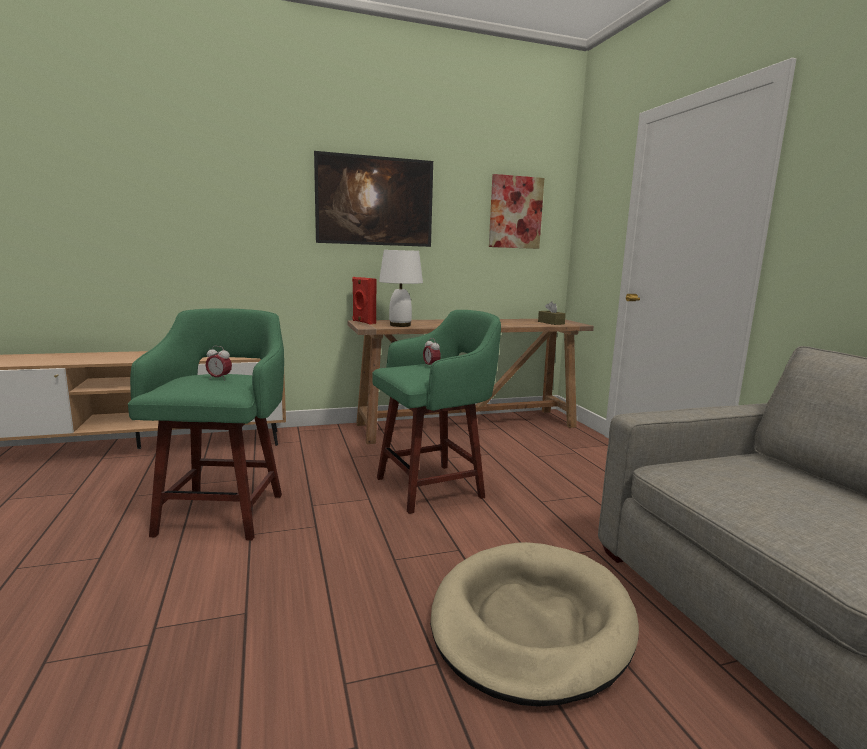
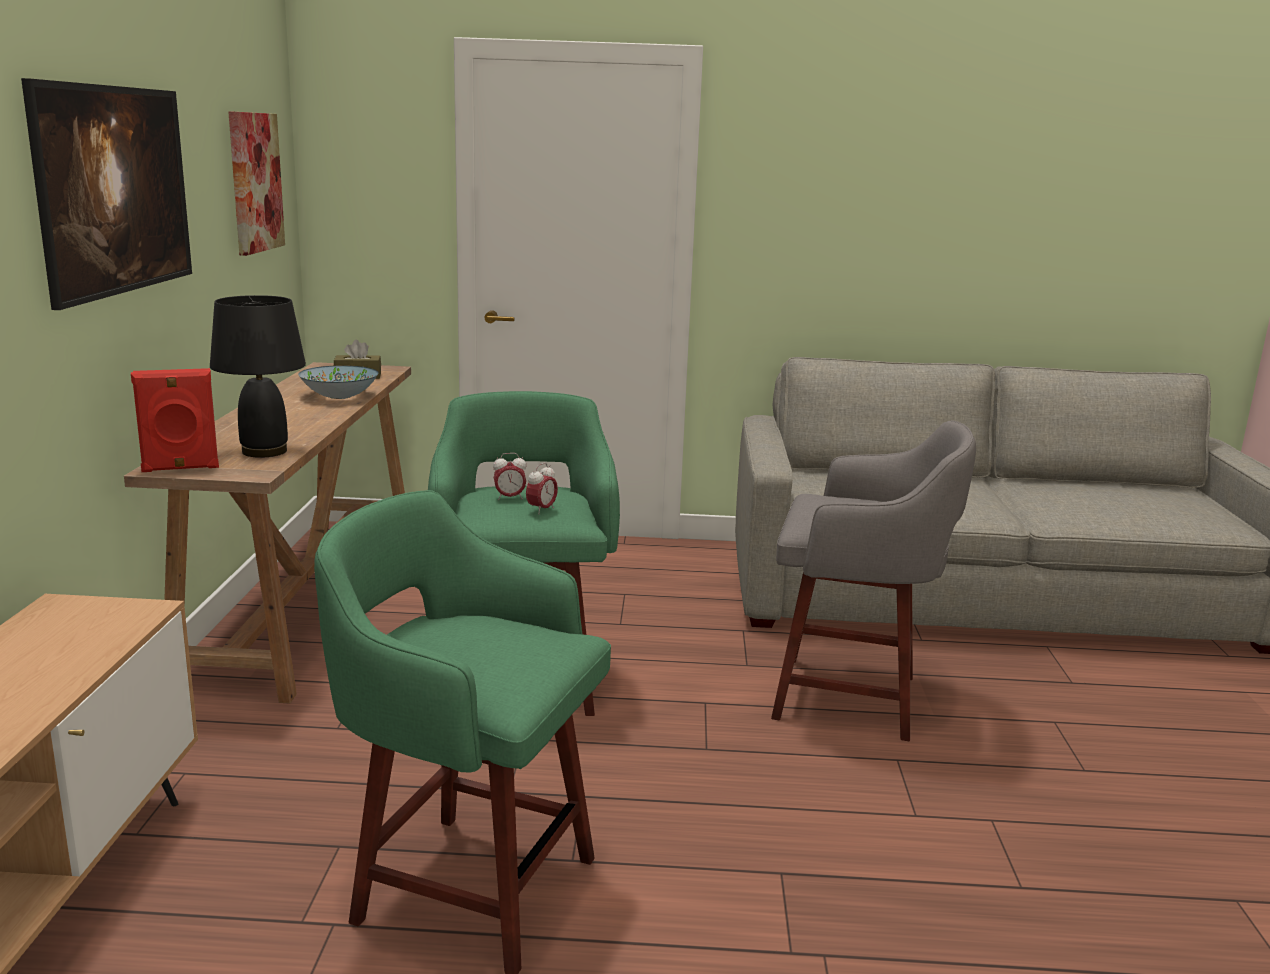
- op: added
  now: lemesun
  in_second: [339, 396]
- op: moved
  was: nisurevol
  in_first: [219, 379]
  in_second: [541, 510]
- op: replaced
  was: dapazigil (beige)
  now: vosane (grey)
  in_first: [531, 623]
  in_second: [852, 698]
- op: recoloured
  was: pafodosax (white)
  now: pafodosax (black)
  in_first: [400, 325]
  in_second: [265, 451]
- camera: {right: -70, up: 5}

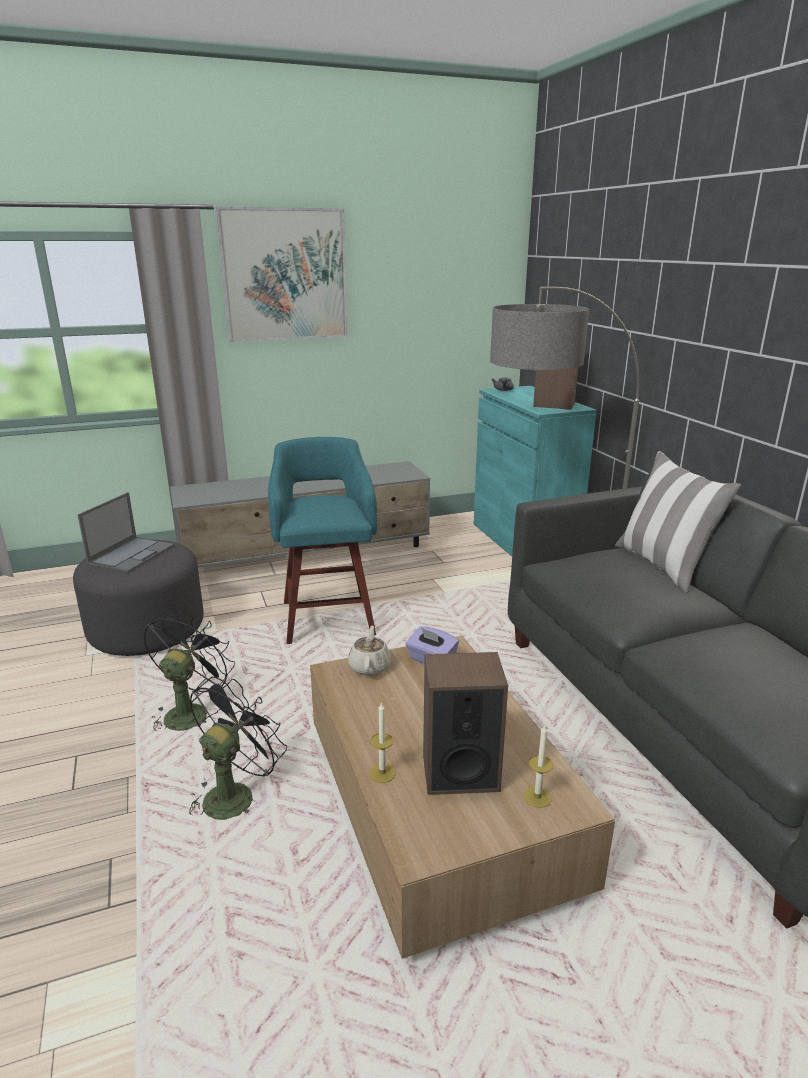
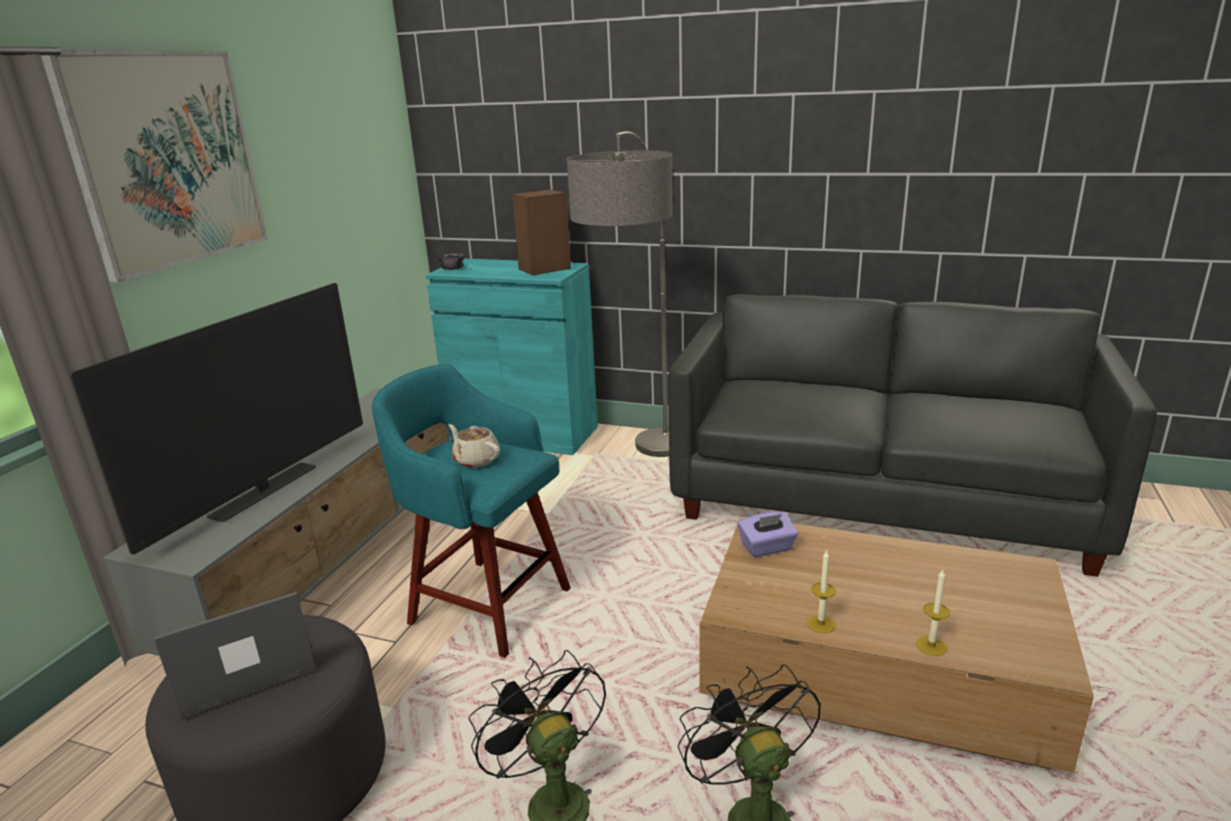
- op: removed
  was: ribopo
  in_first: [460, 772]
- op: removed
  was: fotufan
  in_first: [663, 566]
- op: added
  now: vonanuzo
  in_second: [264, 491]
- op: moved
  was: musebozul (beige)
  in_first: [370, 666]
  in_second: [476, 460]
- op: moved
  was: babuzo
  in_first: [537, 797]
  in_second: [820, 624]
- op: turned
  was: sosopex
  in_first: [132, 554]
  in_second: [244, 669]
  clockwise: -90
- camera: {right: -50, up: 0}

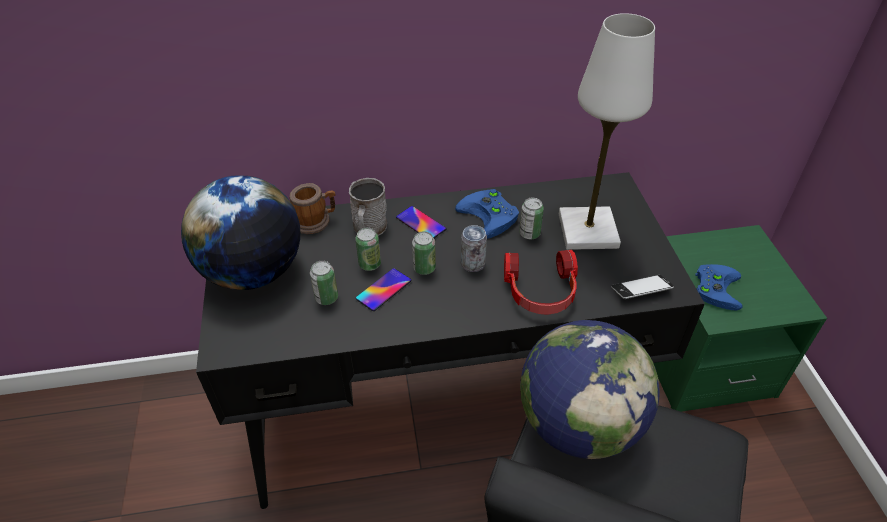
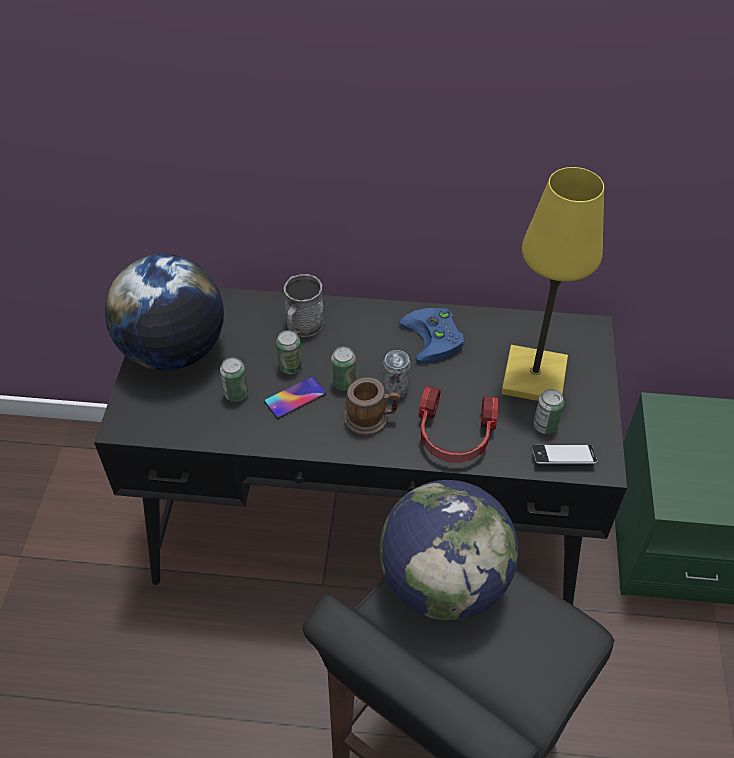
- op: removed
  was: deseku
  in_first: [421, 223]
- op: removed
  was: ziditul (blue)
  in_first: [715, 287]
- op: moved
  was: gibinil
  in_first: [315, 221]
  in_second: [371, 418]
- op: moved
  was: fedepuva
  in_first: [529, 233]
  in_second: [545, 425]
- op: recoloured
  was: pafodosax (white)
  now: pafodosax (yellow)
  in_first: [587, 230]
  in_second: [534, 377]
- camera: {right: 15, up: 5}

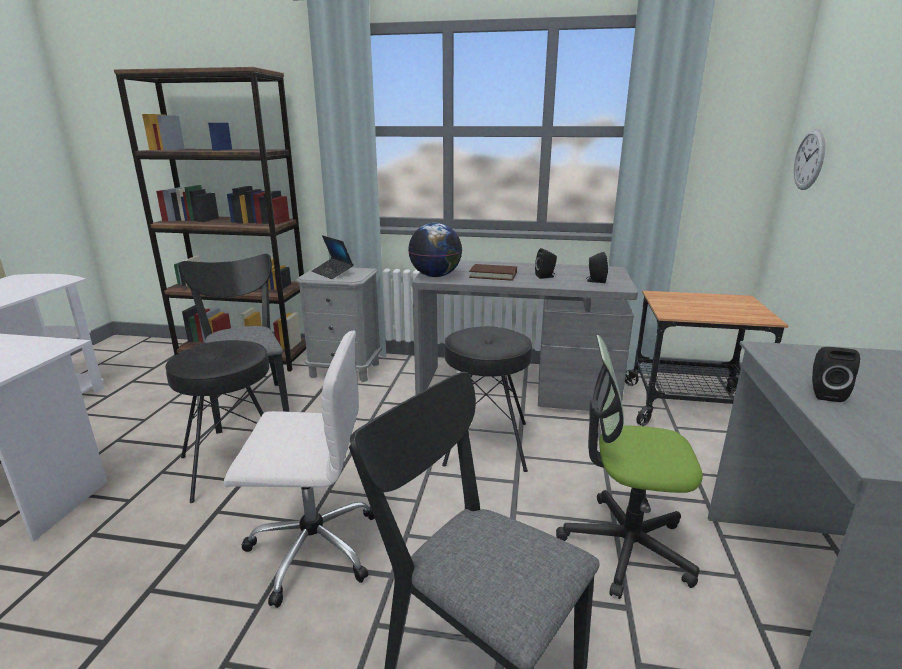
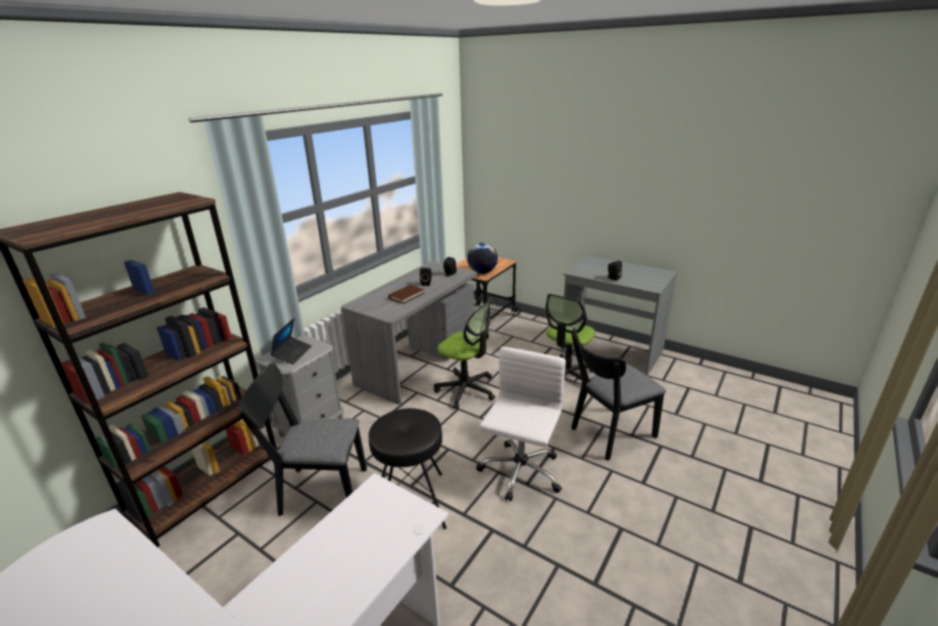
- op: removed
  was: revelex
  in_first: [809, 160]
- op: moved
  was: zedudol
  in_first: [435, 276]
  in_second: [482, 272]
- op: replaced
  was: vosane (black)
  now: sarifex
  in_first: [485, 443]
  in_second: [466, 390]
- op: turned
  was: sosopex
  in_first: [332, 273]
  in_second: [292, 353]
  clockwise: -60
- camera: {right: -65, up: 5}

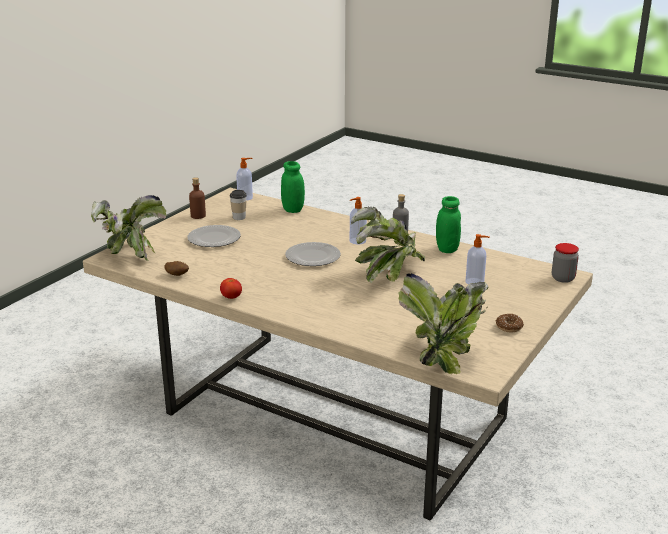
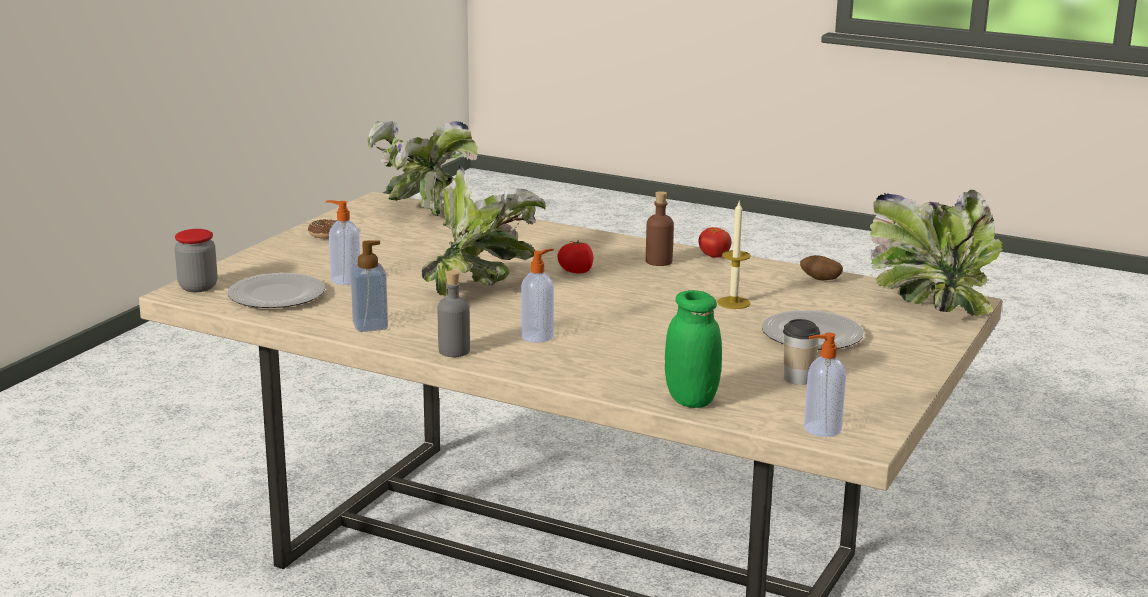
- op: added
  now: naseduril
  in_second: [576, 271]
- op: added
  now: babuzo
  in_second: [733, 303]
- op: moved
  was: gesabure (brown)
  in_first: [198, 216]
  in_second: [658, 261]
- op: moved
  was: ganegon
  in_first: [312, 256]
  in_second: [277, 296]
- op: replaced
  was: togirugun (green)
  now: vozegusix
  in_first: [447, 249]
  in_second: [370, 326]
- camera: {right: 175, up: -5}

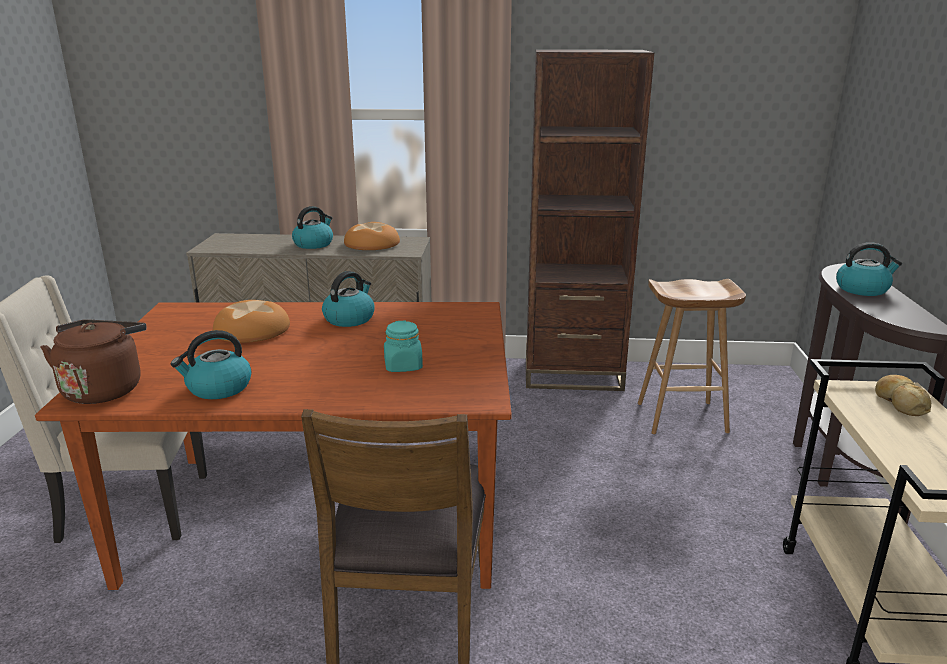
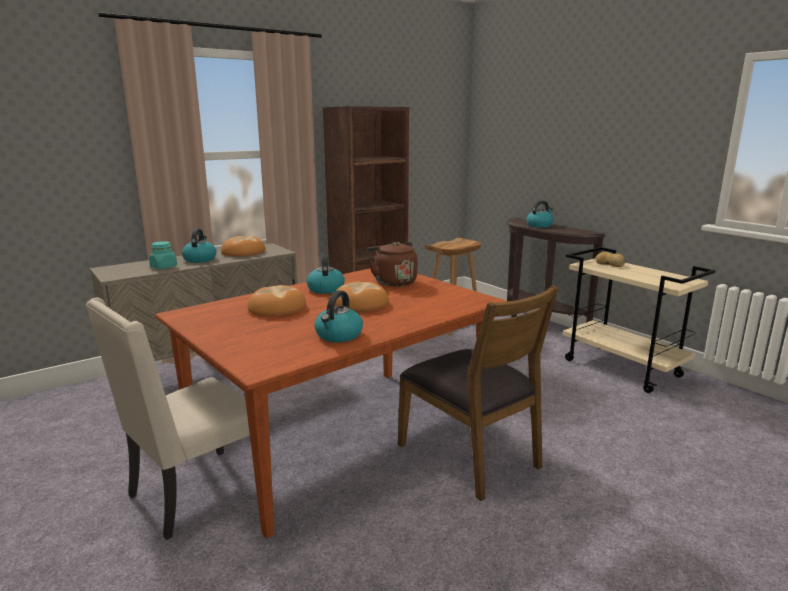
- op: added
  now: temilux
  in_second: [360, 303]
- op: moved
  was: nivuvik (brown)
  in_first: [104, 389]
  in_second: [393, 282]
- op: moved
  was: togirugun (turquoise)
  in_first: [403, 366]
  in_second: [164, 267]
- camera: {right: -40, up: -5}

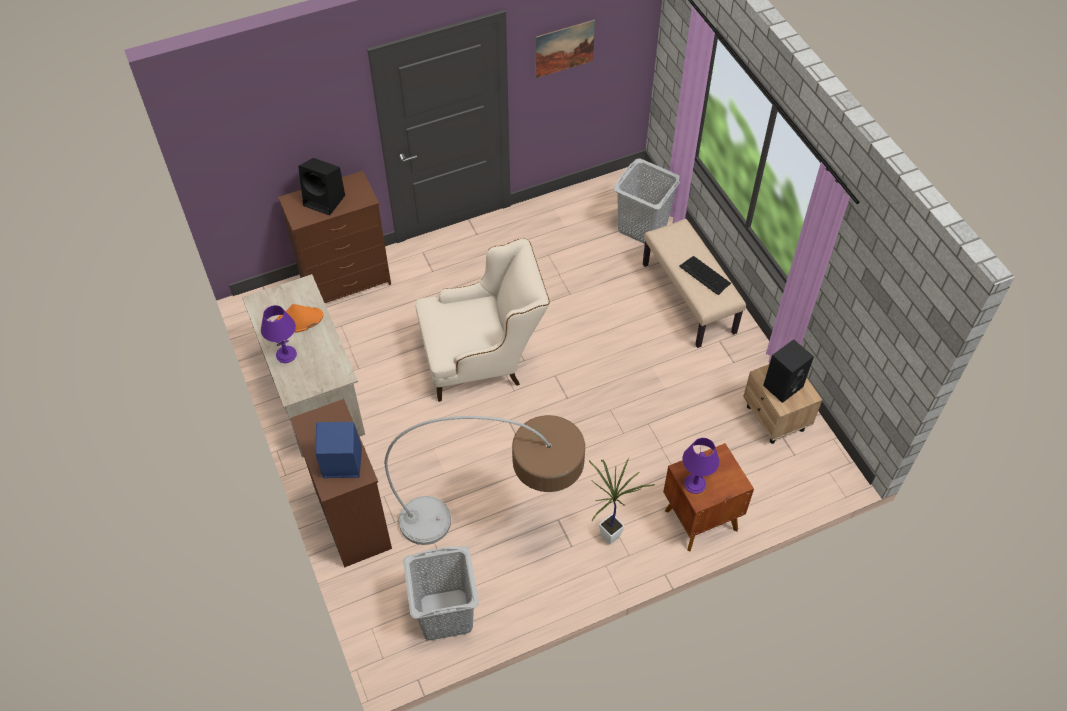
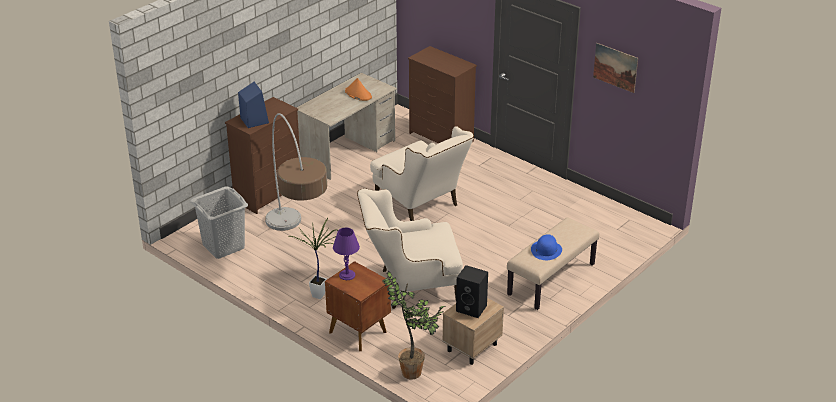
- op: removed
  was: pafodosax (purple)
  in_first: [286, 355]
- op: removed
  was: ribopo (black)
  in_first: [325, 200]
- op: removed
  was: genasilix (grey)
  in_first: [642, 227]
- op: added
  now: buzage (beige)
  in_second: [410, 286]
- op: added
  now: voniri
  in_second: [414, 373]
- op: replaced
  was: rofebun
  now: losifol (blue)
  in_first: [704, 275]
  in_second: [546, 250]
- camera: {right: 65, up: -20}

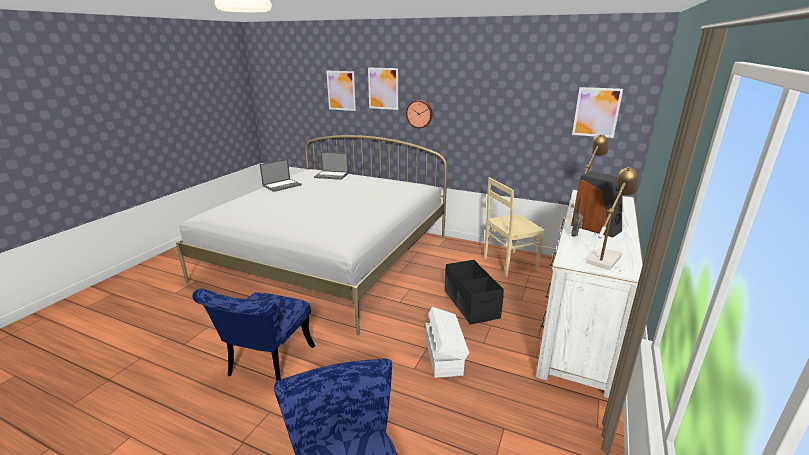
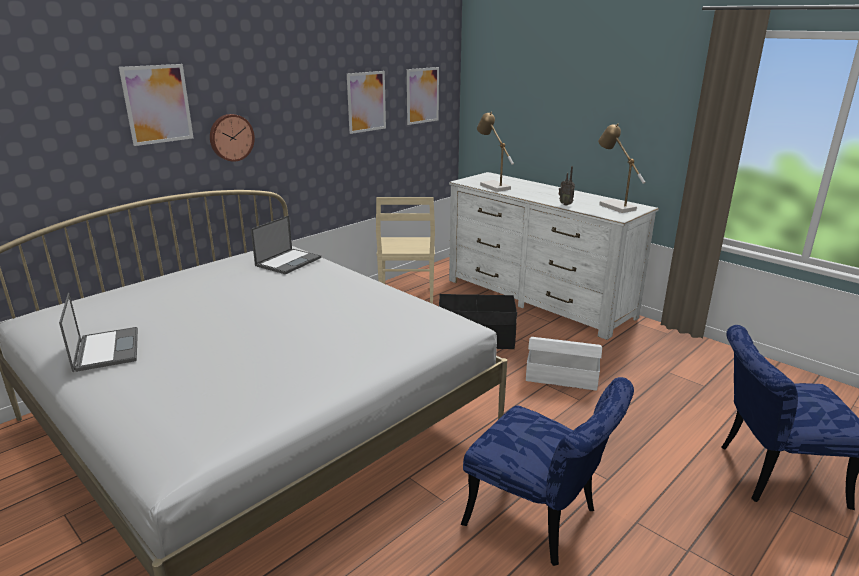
- op: removed
  was: ribopo
  in_first: [596, 227]
- op: moved
  was: sosopex
  in_first: [332, 175]
  in_second: [288, 261]
- op: moved
  was: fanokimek
  in_first: [341, 90]
  in_second: [366, 102]
- camera: {right: -70, up: 0}

